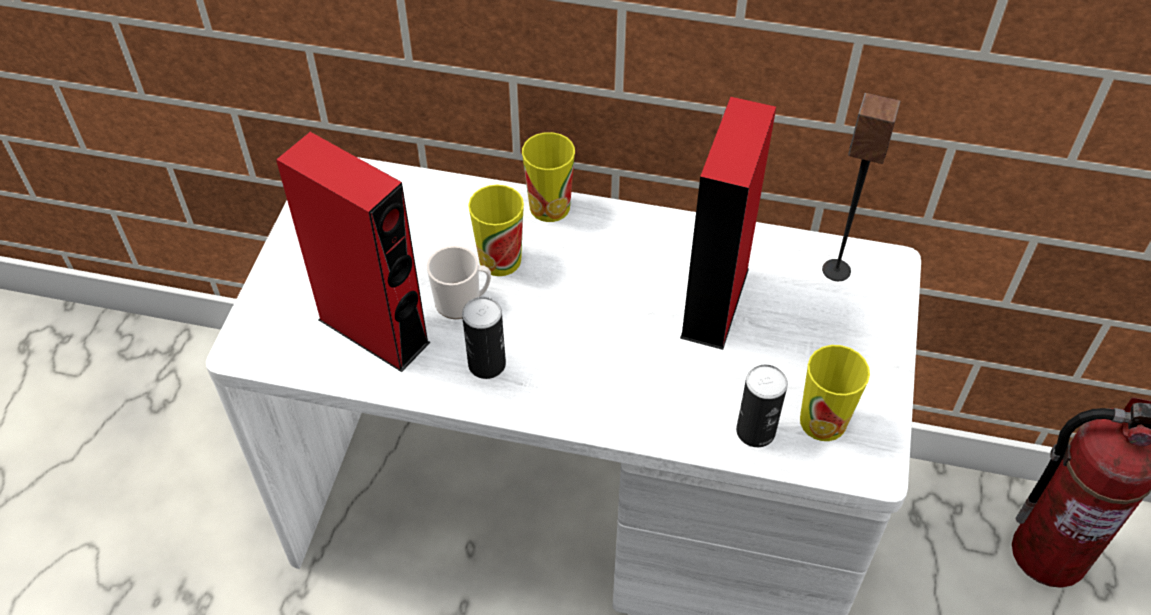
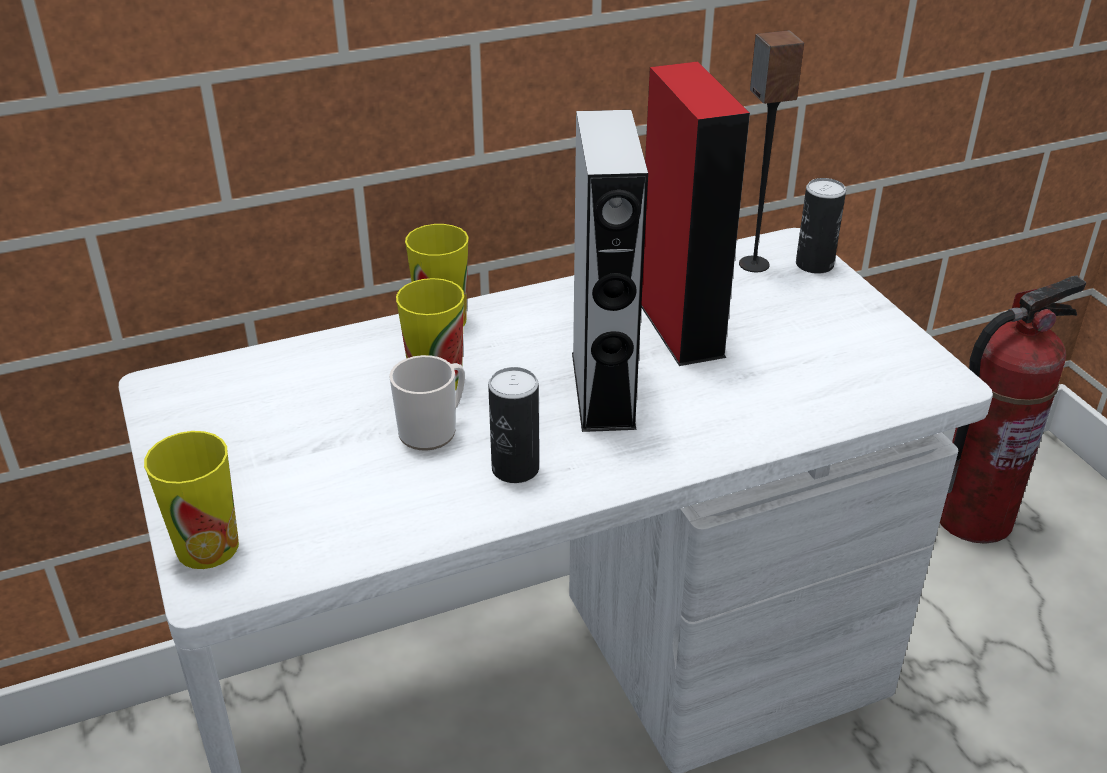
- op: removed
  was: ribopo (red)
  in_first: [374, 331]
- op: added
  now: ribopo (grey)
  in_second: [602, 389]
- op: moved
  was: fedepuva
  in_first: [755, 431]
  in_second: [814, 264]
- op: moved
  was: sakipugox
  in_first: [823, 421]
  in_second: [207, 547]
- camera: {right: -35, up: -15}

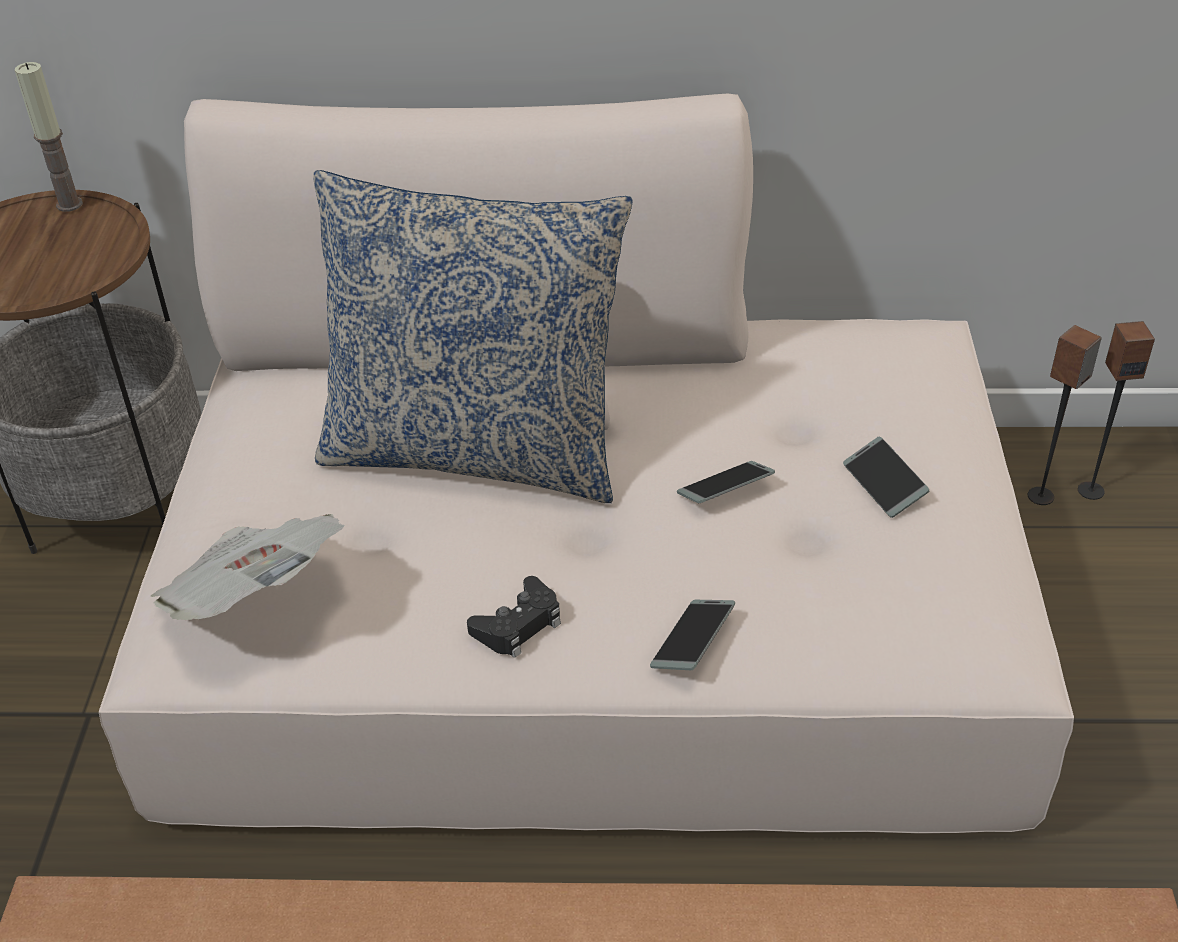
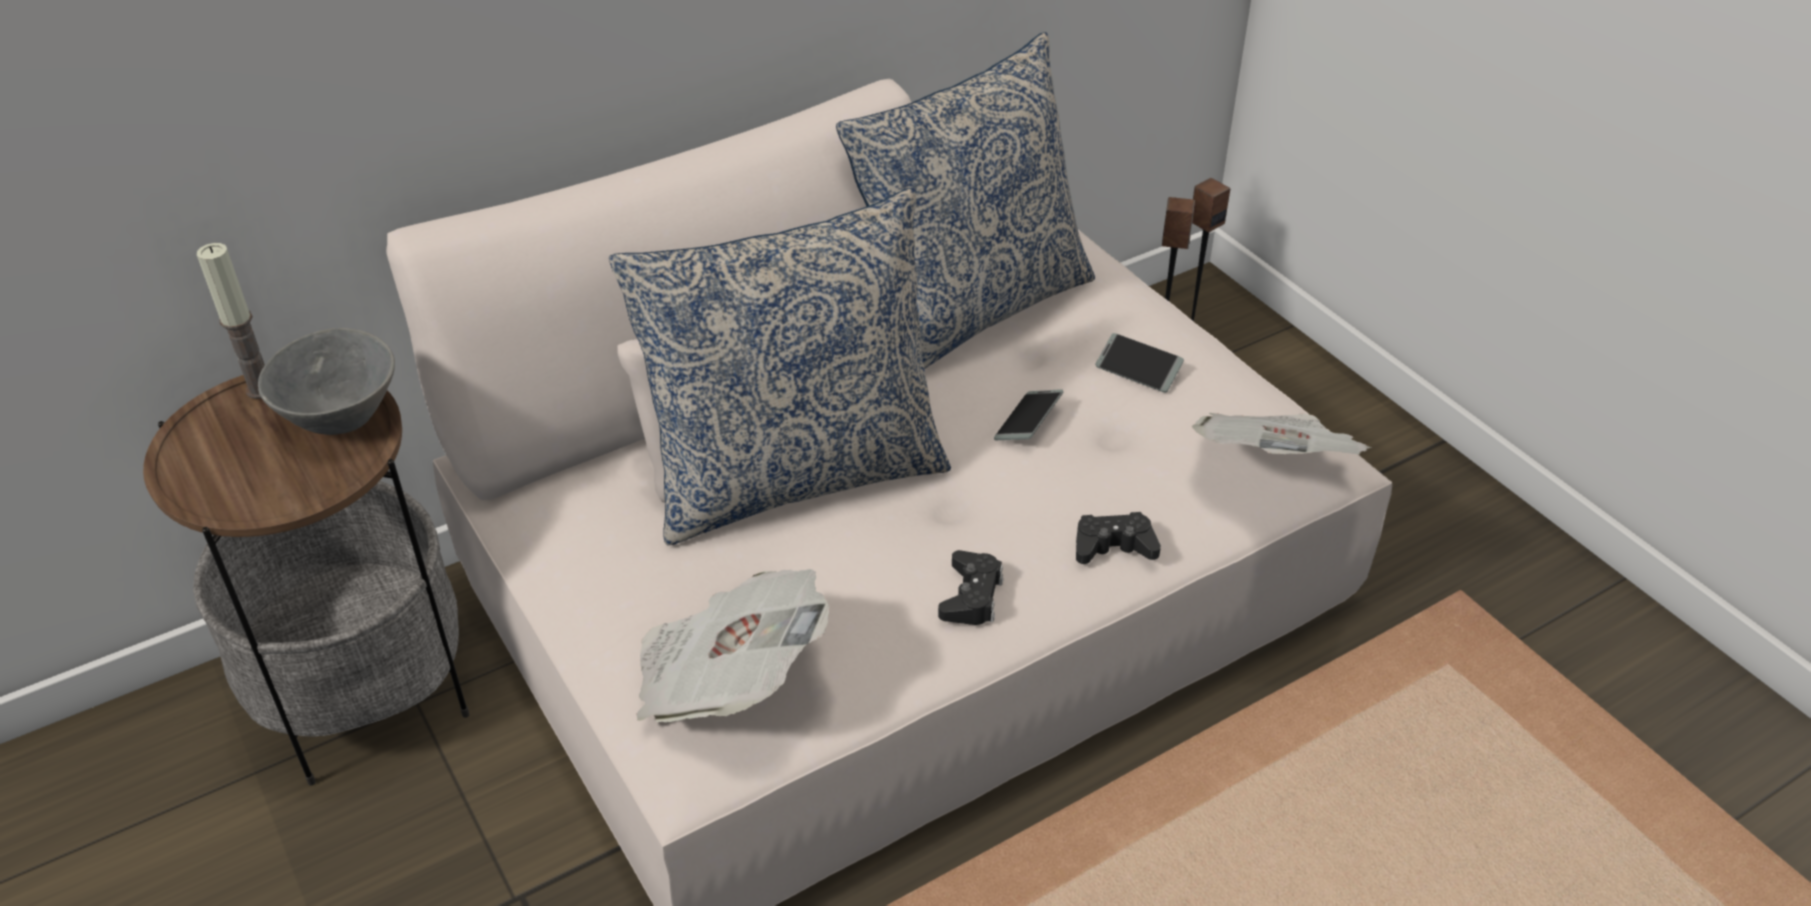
- op: added
  now: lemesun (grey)
  in_second: [337, 417]
- op: added
  now: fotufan
  in_second: [970, 309]
- op: added
  now: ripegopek
  in_second: [1273, 468]
- op: replaced
  was: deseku
  now: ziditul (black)
  in_first: [692, 642]
  in_second: [1113, 546]
- camera: {right: -35, up: 0}

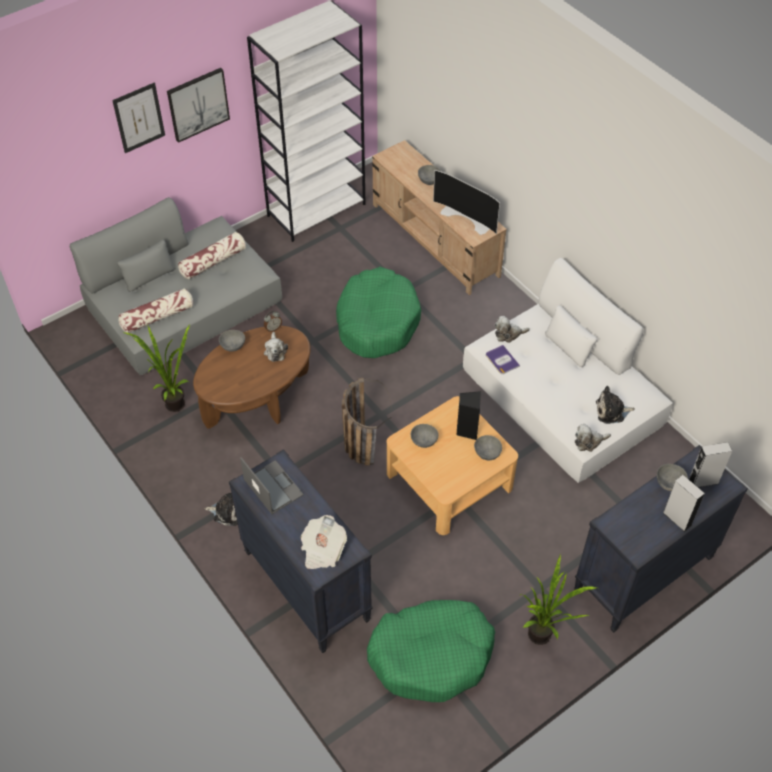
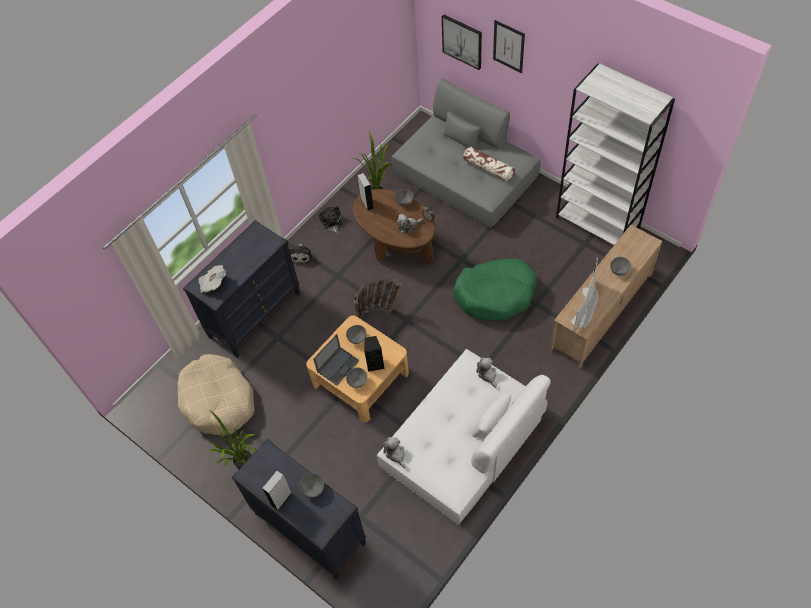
- op: removed
  was: fotufan
  in_first: [158, 317]
- op: removed
  was: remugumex
  in_first: [502, 360]
- op: moved
  was: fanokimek
  in_first: [198, 104]
  in_second: [462, 41]
- op: moved
  was: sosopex
  in_first: [272, 487]
  in_second: [338, 365]
- op: moved
  was: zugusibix
  in_first: [612, 411]
  in_second: [331, 222]
- op: moved
  was: ribopo (grey)
  in_first: [703, 481]
  in_second: [367, 203]
- op: recoloured
  was: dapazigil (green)
  now: dapazigil (beige)
  in_first: [431, 655]
  in_second: [218, 400]
- camera: {right: 80, up: 5}

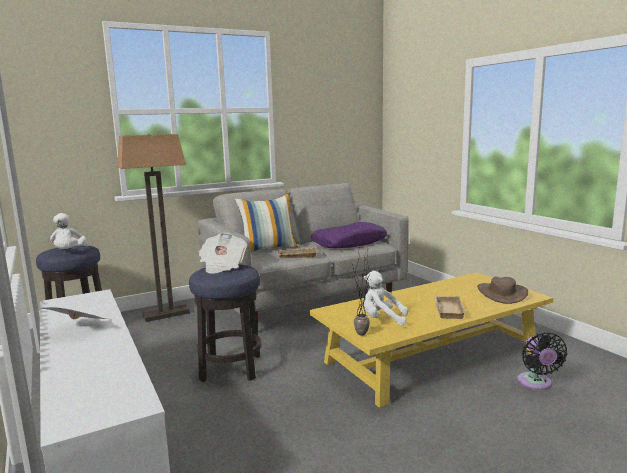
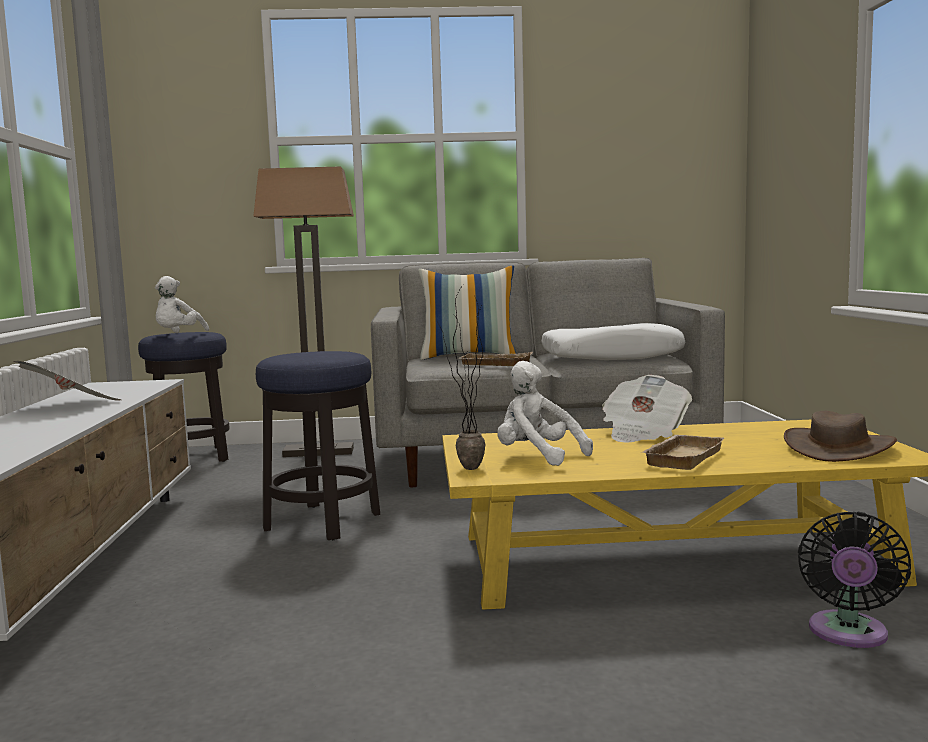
- op: moved
  was: ripegopek
  in_first: [222, 266]
  in_second: [643, 433]
- op: recoloured
  was: fotufan (purple)
  now: fotufan (white)
  in_first: [349, 243]
  in_second: [612, 357]
- camera: {right: 25, up: -5}

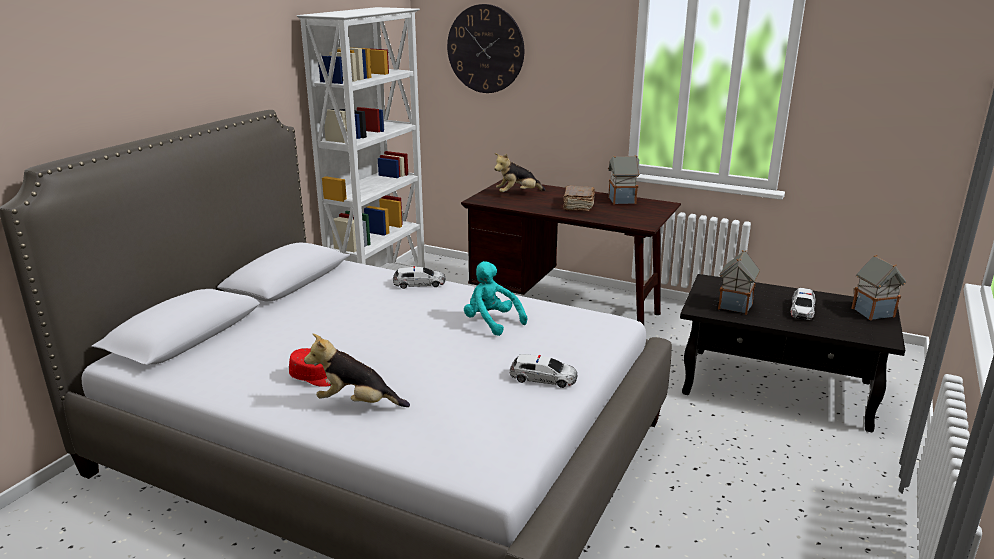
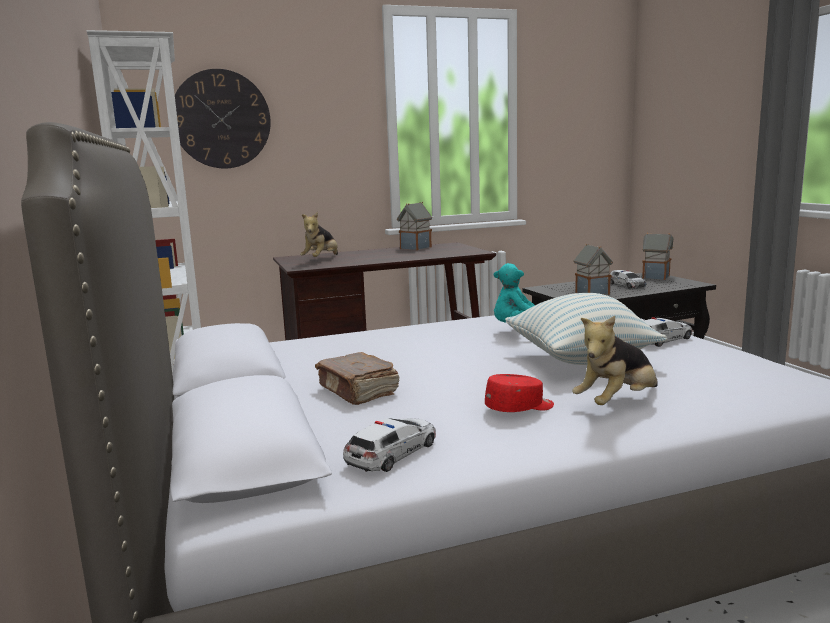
- op: added
  now: fotufan
  in_second: [580, 361]
- op: moved
  was: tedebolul
  in_first: [419, 283]
  in_second: [393, 453]
- op: moved
  was: remugumex (brown)
  in_first: [578, 205]
  in_second: [358, 391]
- camera: {right: -45, up: -10}

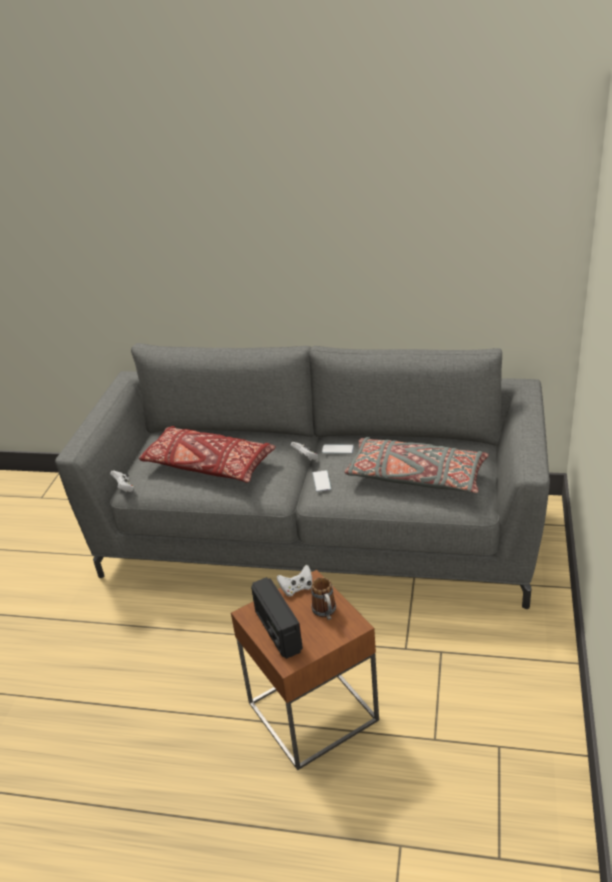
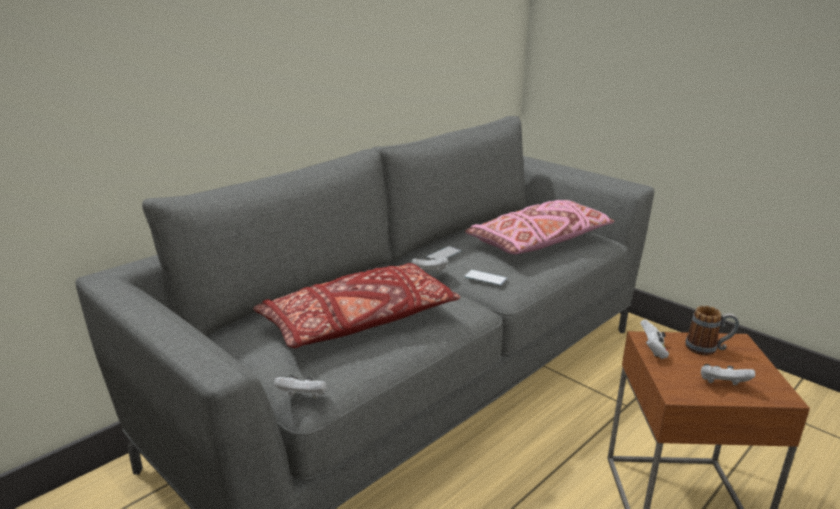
- op: replaced
  was: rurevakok
  now: ziditul (white)
  in_first: [277, 631]
  in_second: [722, 385]
- op: recoloured
  was: fotufan (grey)
  now: fotufan (pink)
  in_first: [415, 477]
  in_second: [539, 242]
- camera: {right: -60, up: -10}

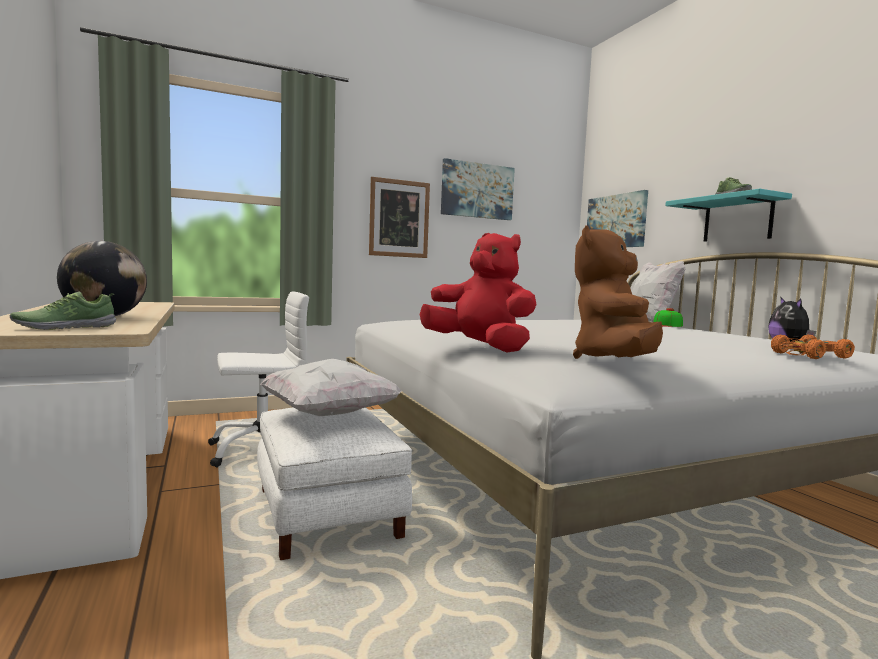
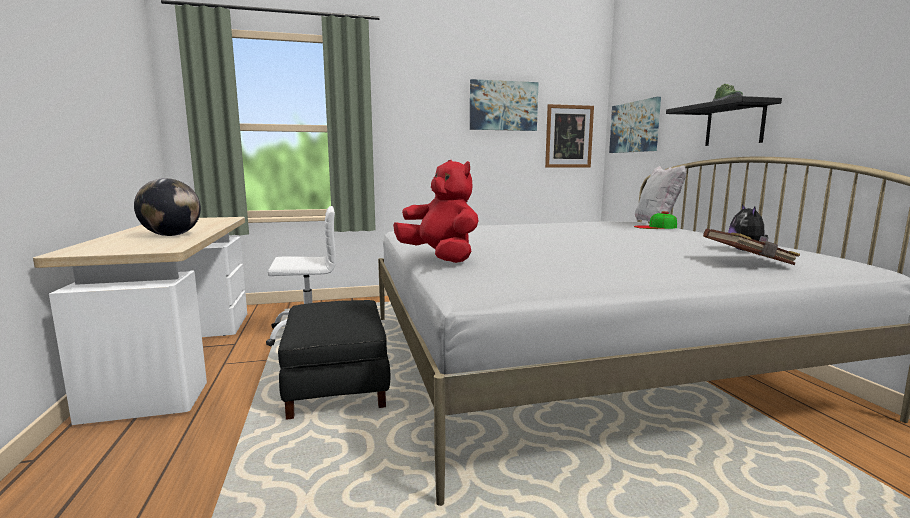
- op: removed
  was: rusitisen
  in_first: [65, 327]
- op: removed
  was: fotufan (white)
  in_first: [329, 414]
- op: removed
  was: zugusibix (brown)
  in_first: [615, 362]
- op: moved
  was: fanokimek
  in_first: [399, 218]
  in_second: [569, 136]
- op: replaced
  was: tedebolul (orange)
  now: remugumex (brown)
  in_first: [810, 355]
  in_second: [748, 261]
- op: recoloured
  was: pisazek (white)
  now: pisazek (black)
  in_first: [329, 512]
  in_second: [338, 385]
- op: recoloured
  was: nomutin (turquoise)
  now: nomutin (black)
  in_first: [737, 220]
  in_second: [734, 124]
- camera: {right: 10, up: 5}

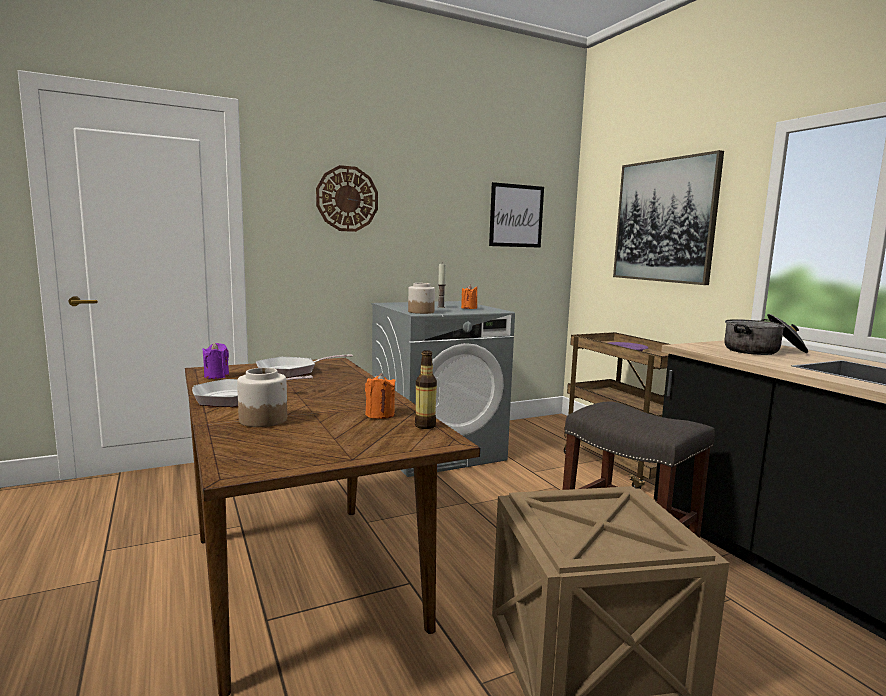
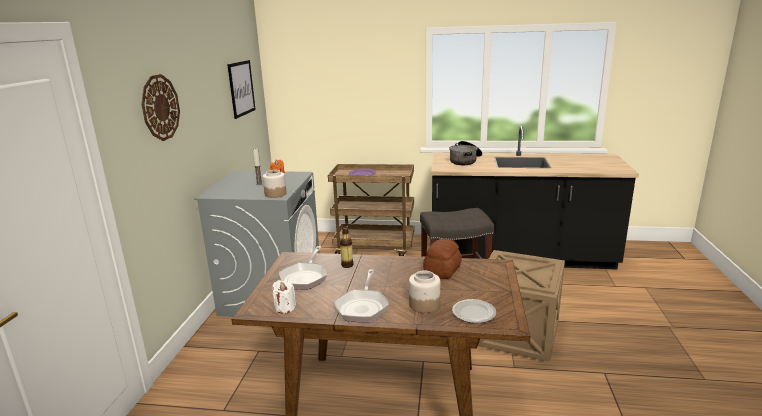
- op: removed
  was: fanokimek
  in_first: [664, 221]
- op: added
  now: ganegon
  in_second: [473, 313]
- op: moved
  was: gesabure
  in_first: [425, 426]
  in_second: [347, 265]
- op: replaced
  was: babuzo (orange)
  now: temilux
  in_first: [380, 415]
  in_second: [443, 270]
- op: recoloured
  was: babuzo (purple)
  now: babuzo (white)
  in_first: [216, 376]
  in_second: [285, 308]
- camera: {right: -55, up: 10}

